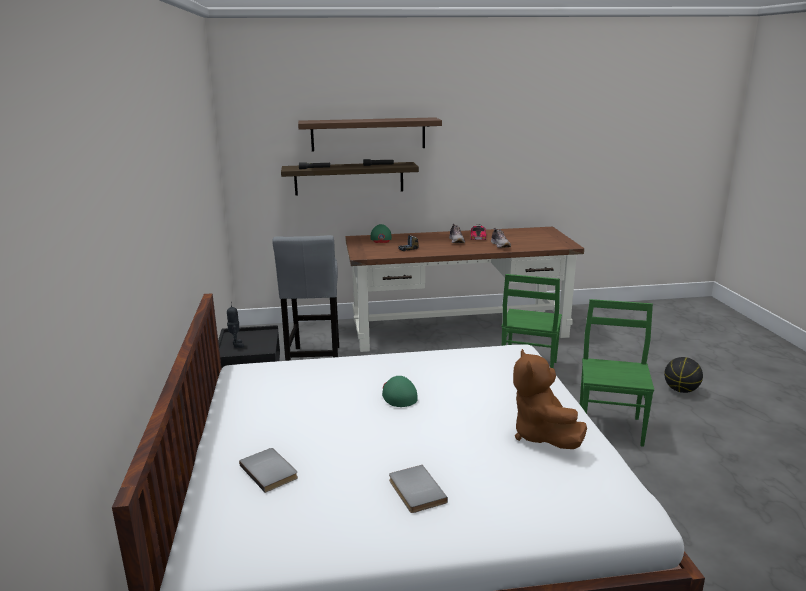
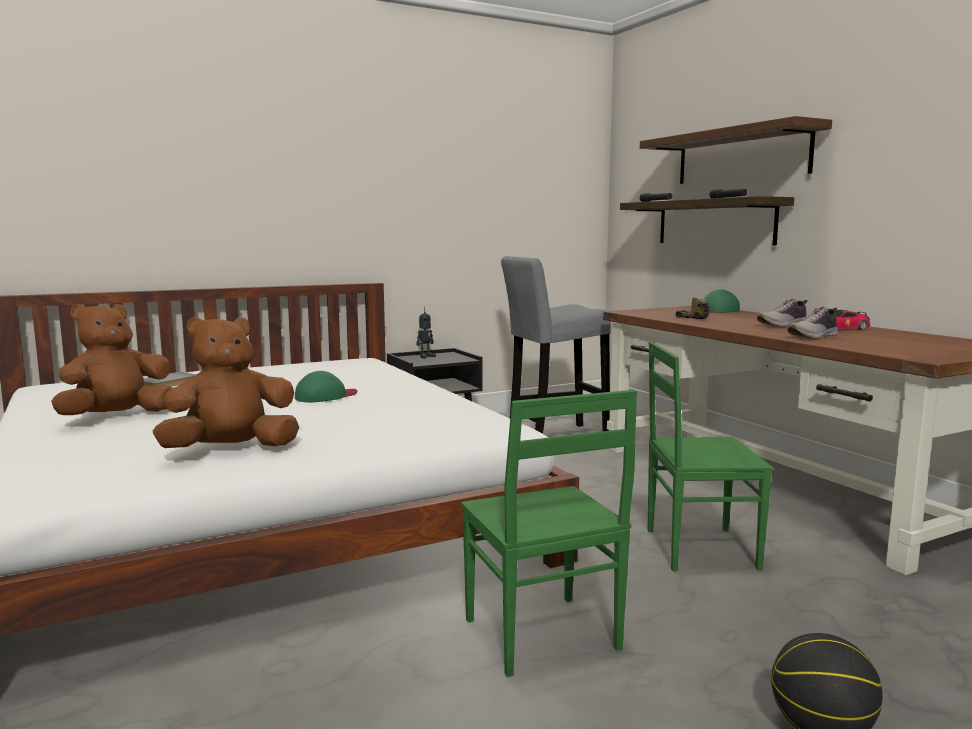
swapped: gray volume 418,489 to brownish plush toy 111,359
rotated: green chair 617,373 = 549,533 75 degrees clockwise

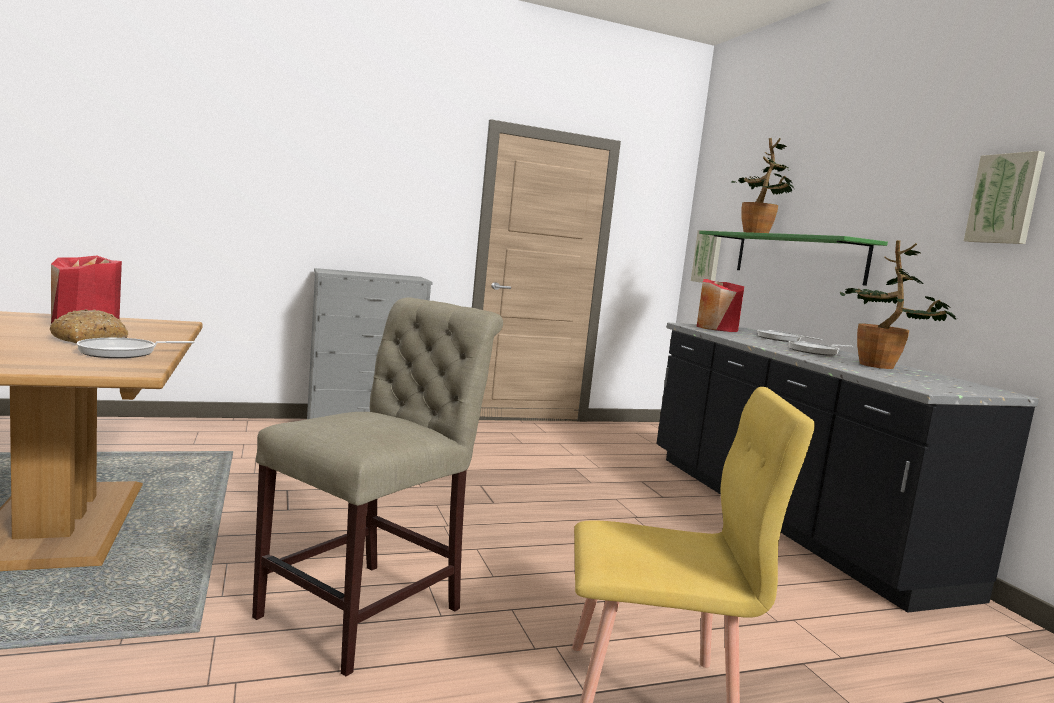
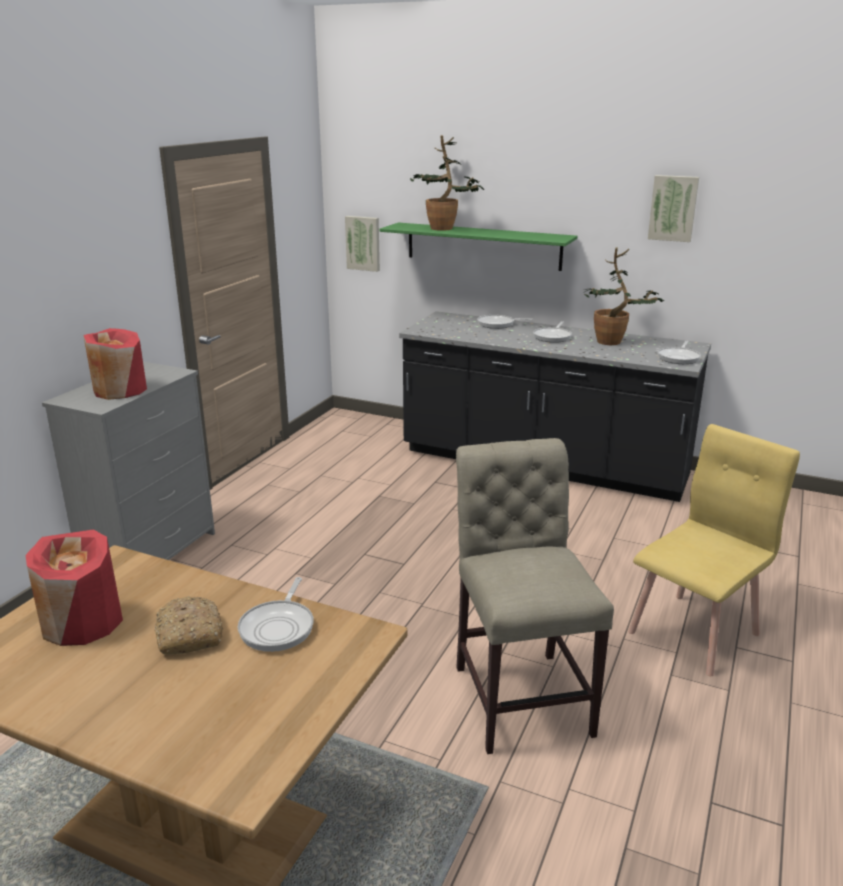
new: frying pan 679,352
shifted: red-coloured vase 720,305 to 115,364

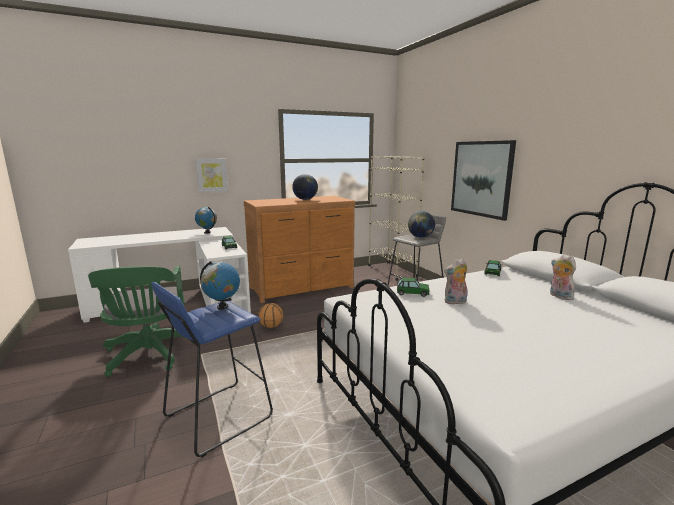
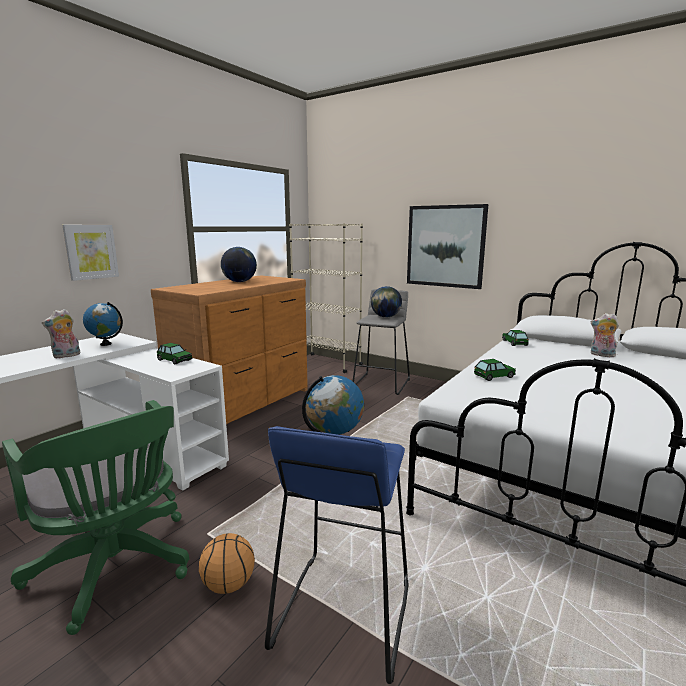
shifted: plush toy 455,281 to 61,334; ball for basketball 270,315 to 227,563

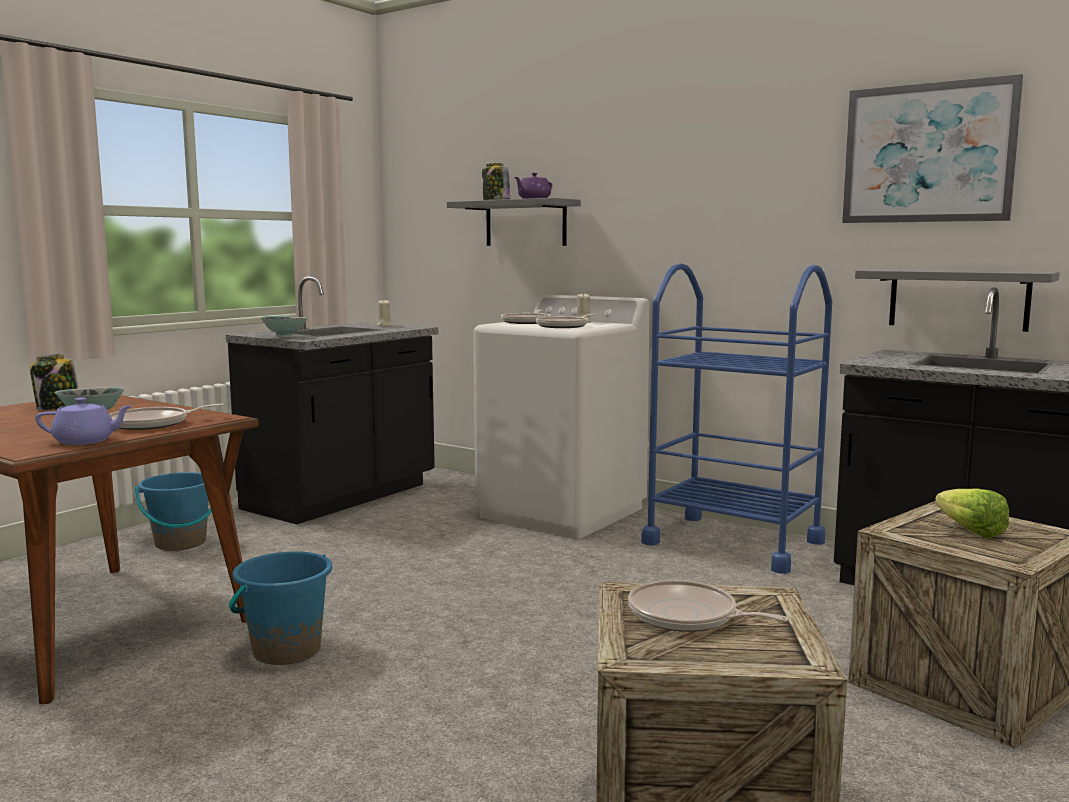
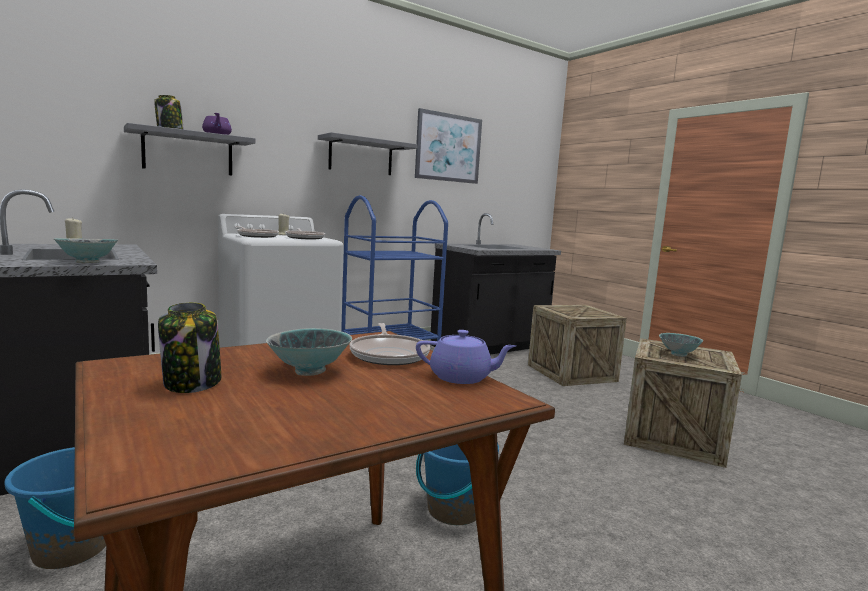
gone: head of lettuce 972,513
shifted: gray shelf 957,300 to 368,153
swapped: frying pan 708,606 to serving bowl 681,345
rotated: purple-coloured teapot 84,421 = 466,357 90 degrees clockwise

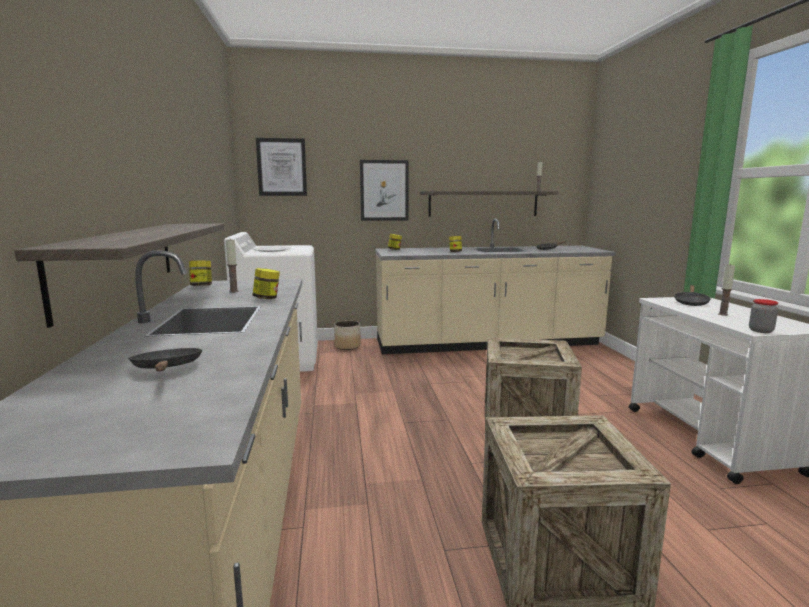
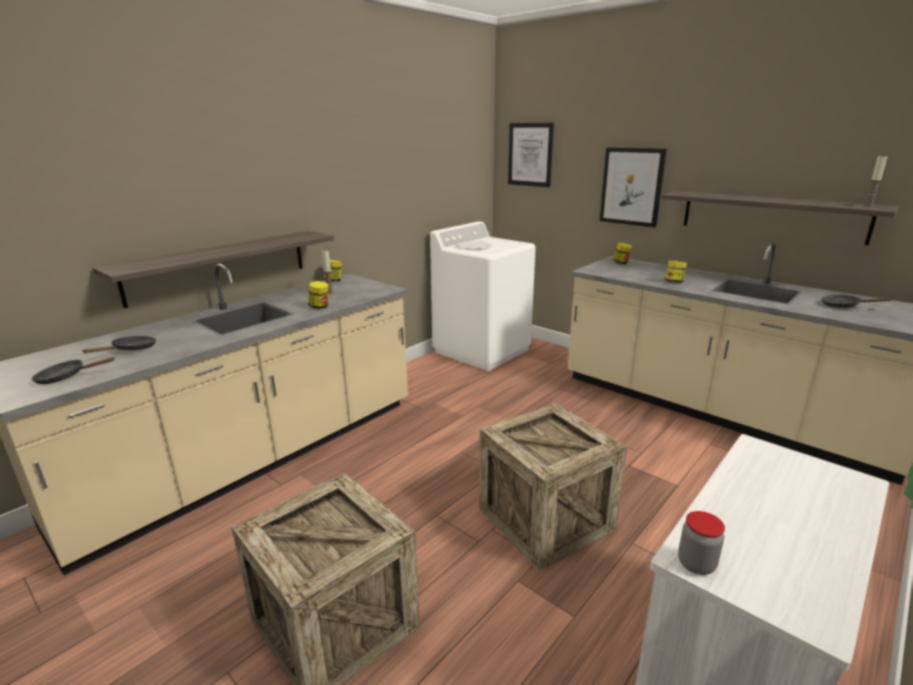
gone: wax light 726,290; planter 347,335
shifted: black frying pan 692,295 to 73,370

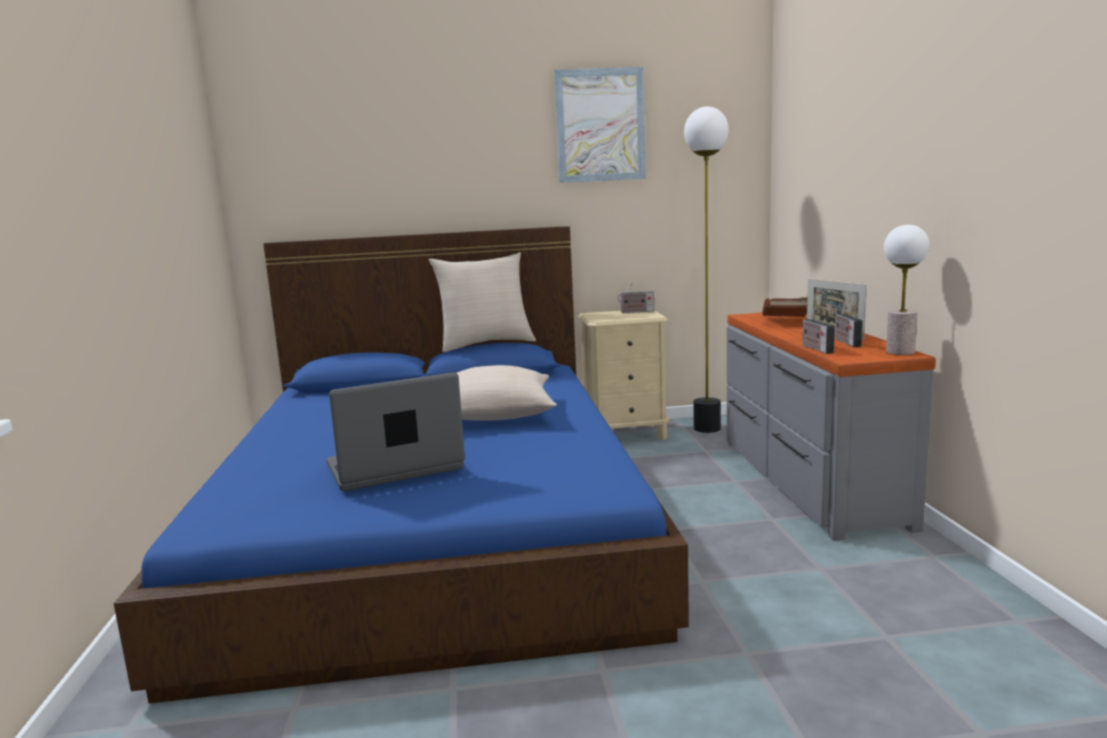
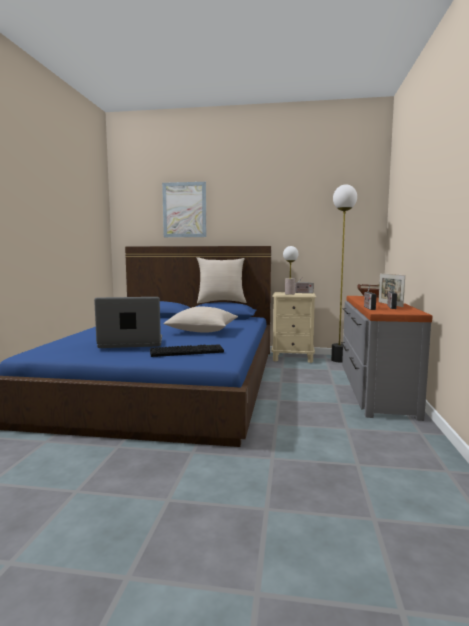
new: computer keyboard 187,350
shifted: wall art 600,125 to 184,209; lamp for a table 906,290 to 291,270

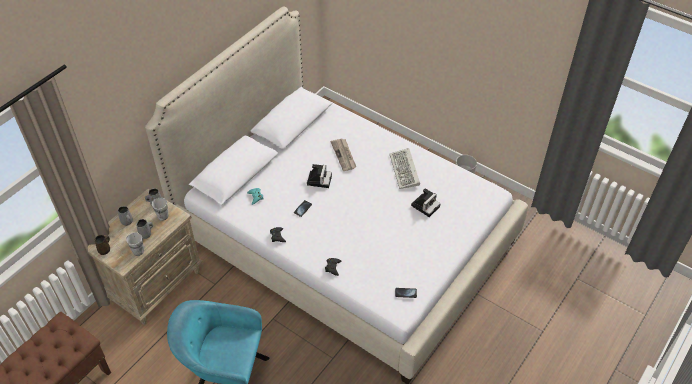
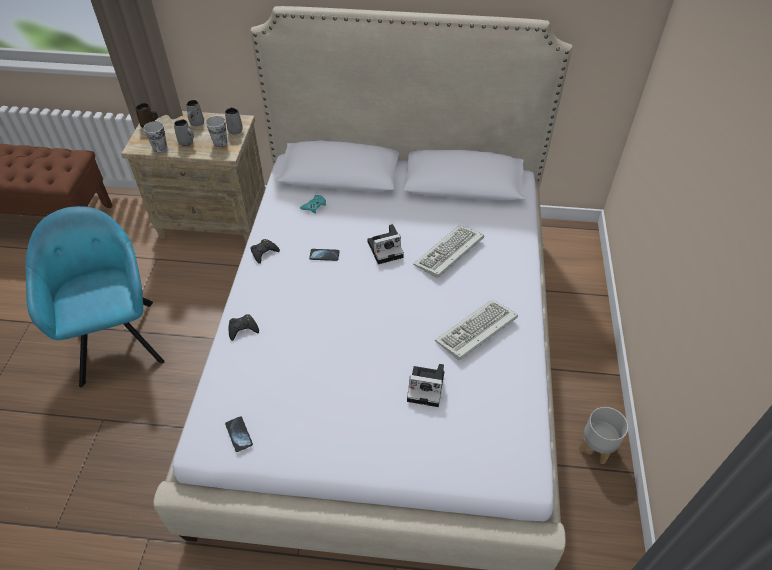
swapped: newspaper 343,154 to computer keyboard 448,251

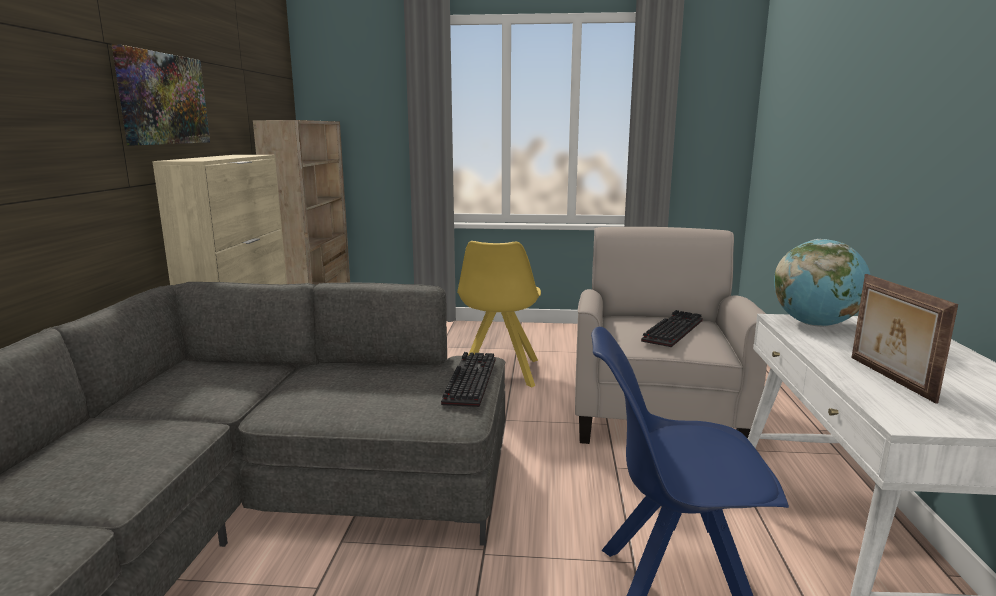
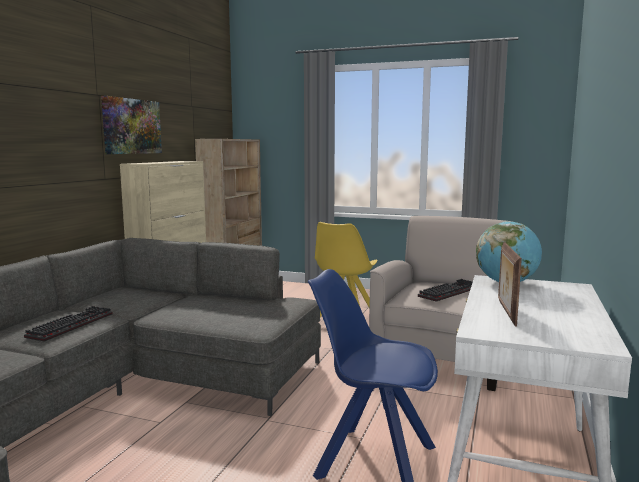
shifted: computer keyboard 468,379 to 68,324

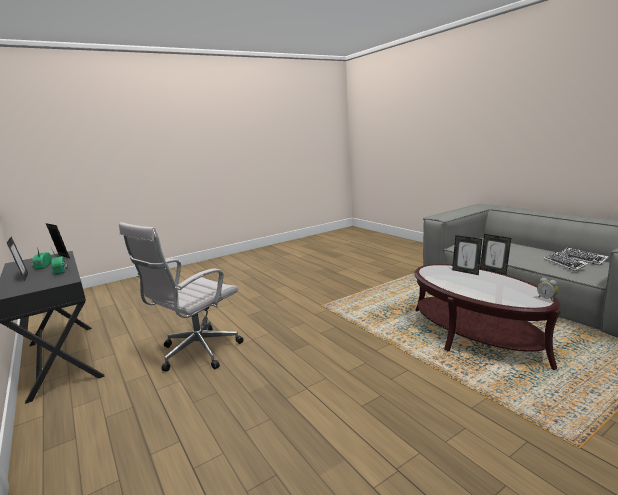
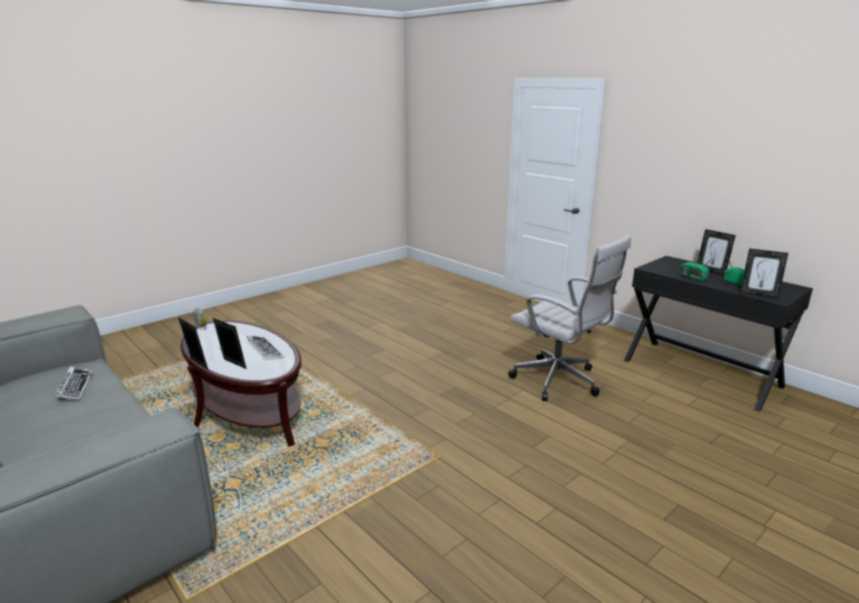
shifted: computer keyboard 585,256 to 265,346
rotated: white desk chair 181,296 = 569,318 105 degrees clockwise

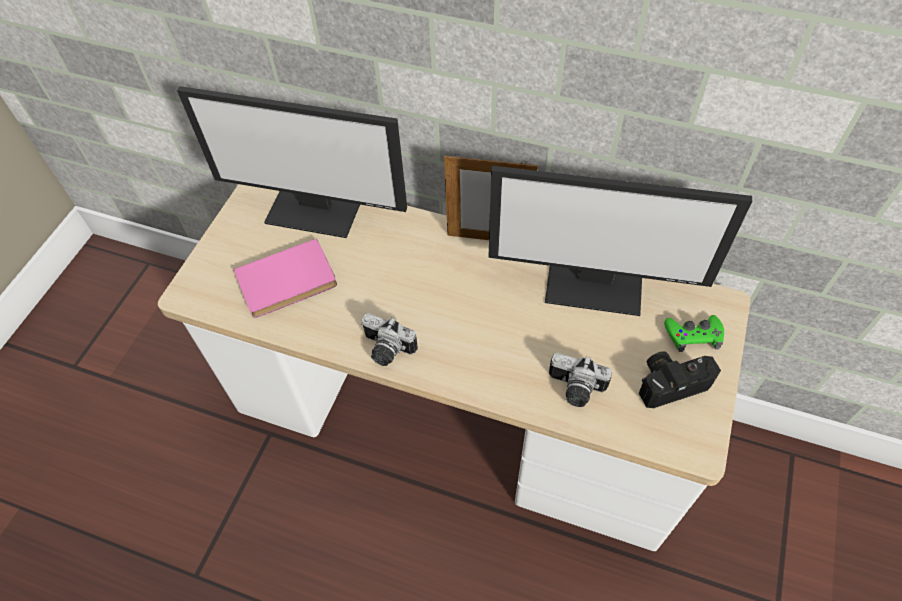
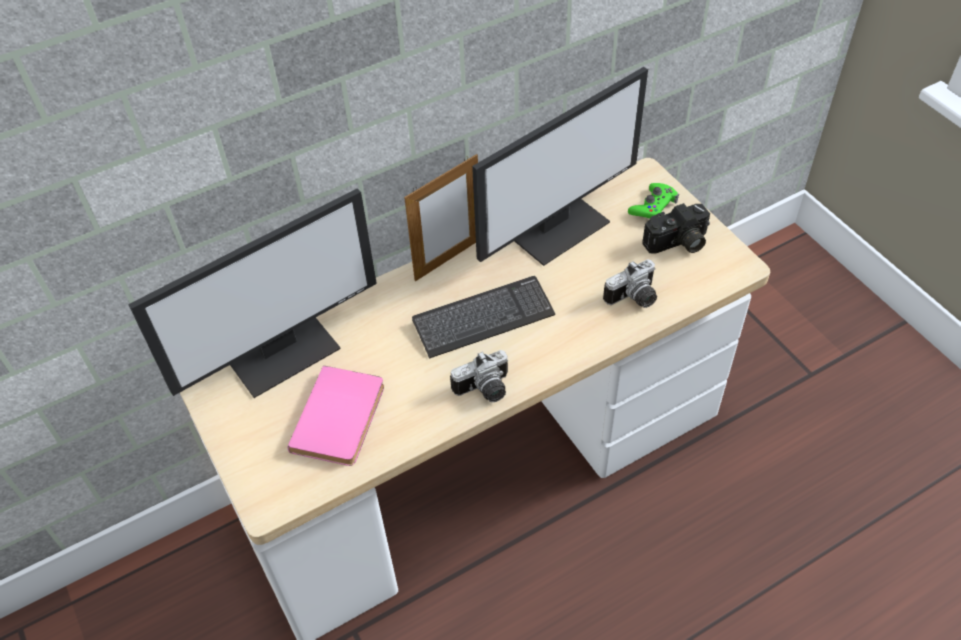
new: computer keyboard 483,317
rotated: still camera 680,379 = 676,228 135 degrees counterclockwise

